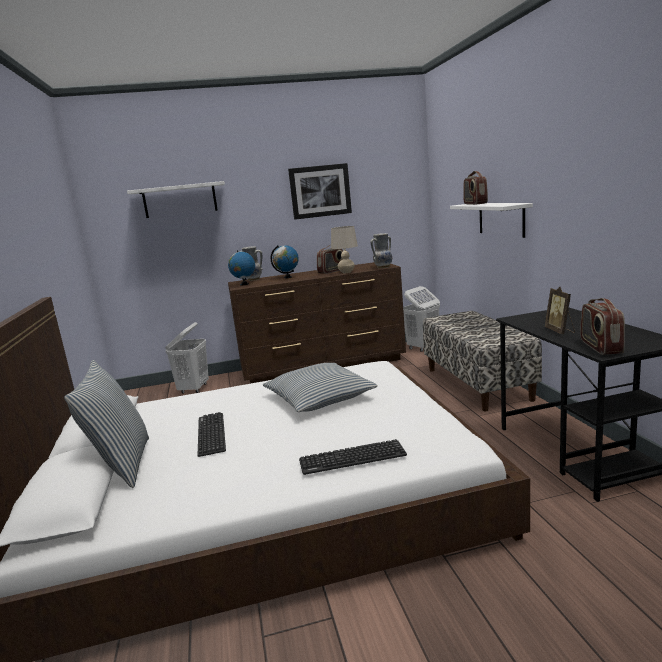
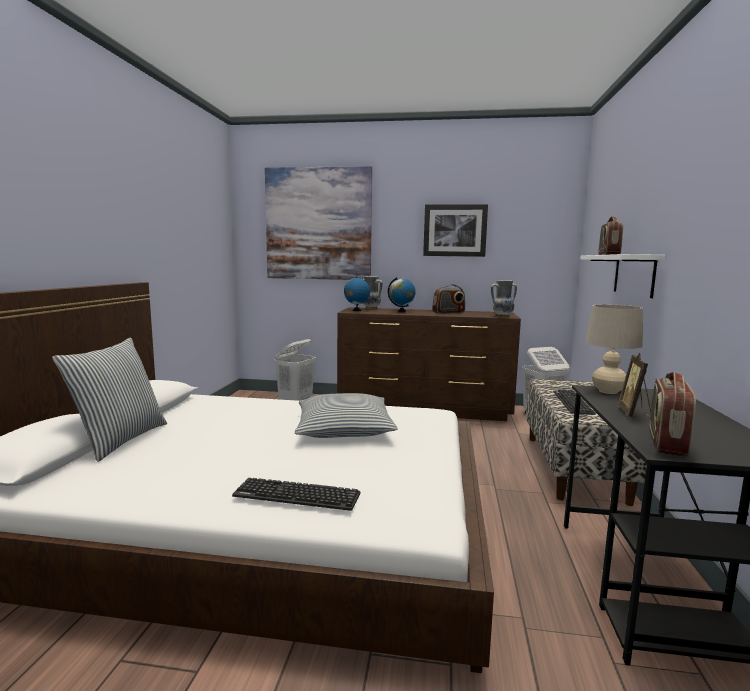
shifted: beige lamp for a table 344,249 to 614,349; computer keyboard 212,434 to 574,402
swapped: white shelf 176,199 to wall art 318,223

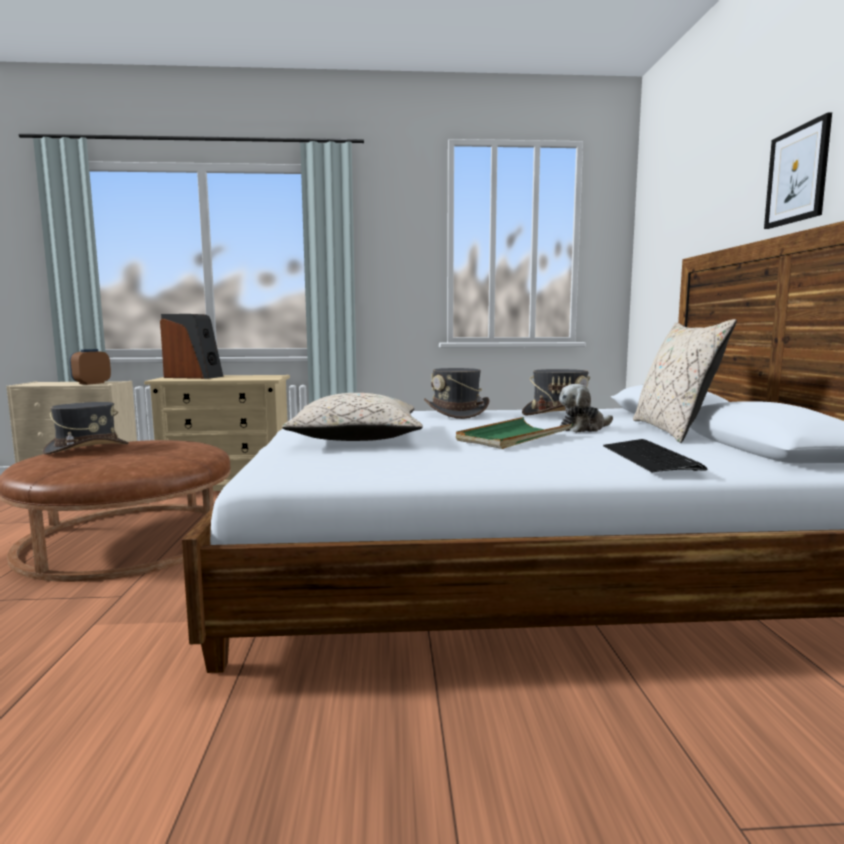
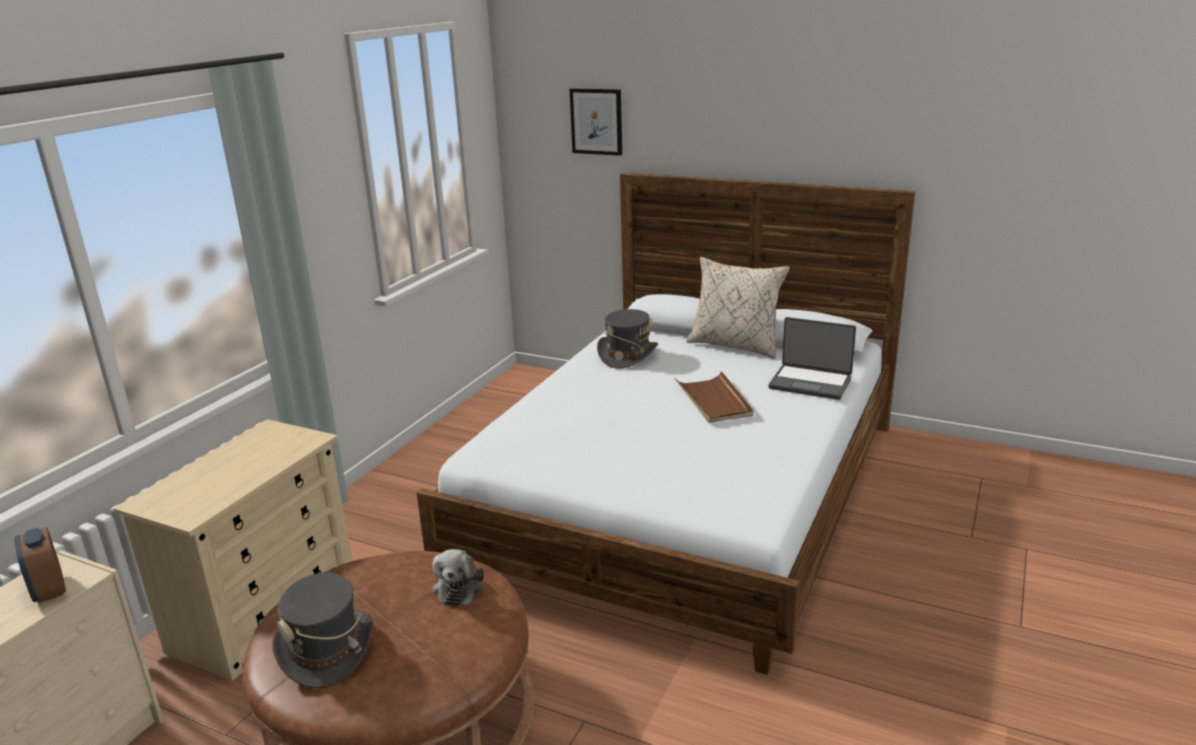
gone: audio speaker 191,346; gray clothing hat 456,393; beige cushion 352,417
shifted: wall art 798,171 to 596,122; plush toy 586,408 to 458,577
swapped: computer keyboard 655,455 to laptop 812,358
repainted: green tray 514,433 to brownish tray 714,397

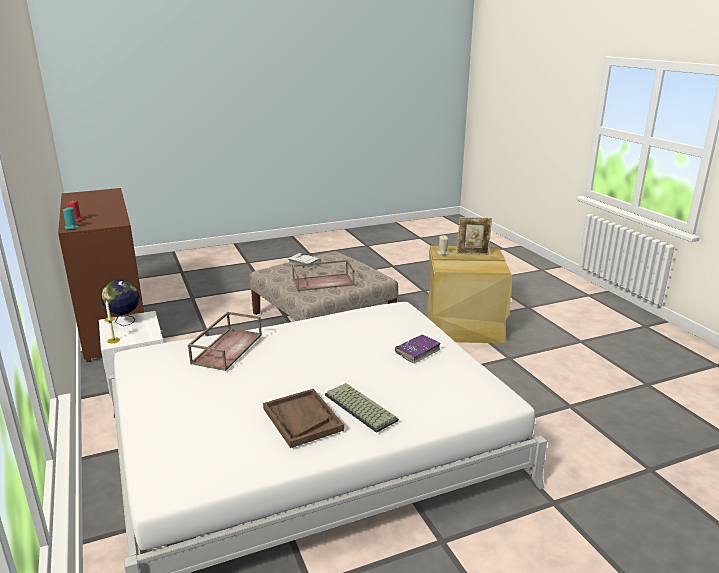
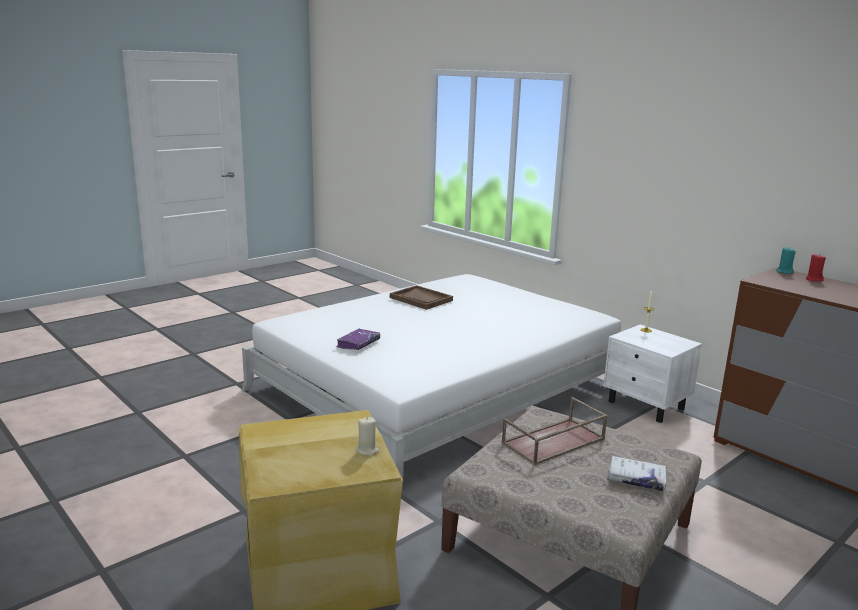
gone: photo frame 474,236; desk globe 120,302; brownish tray 225,341; computer keyboard 362,408

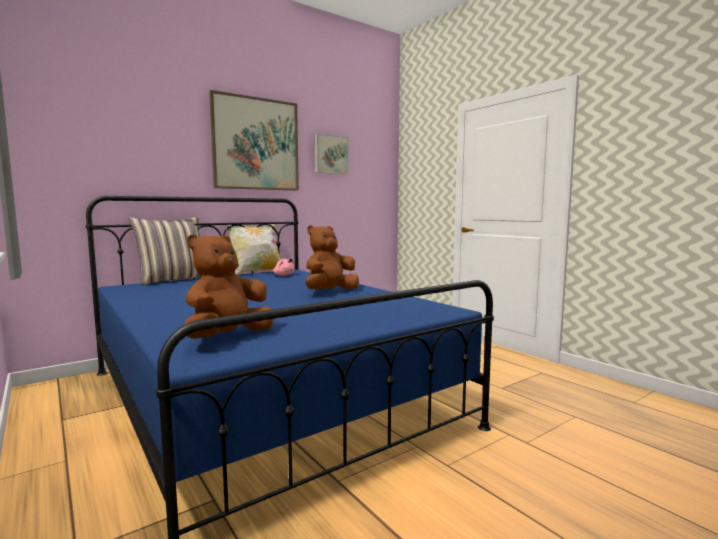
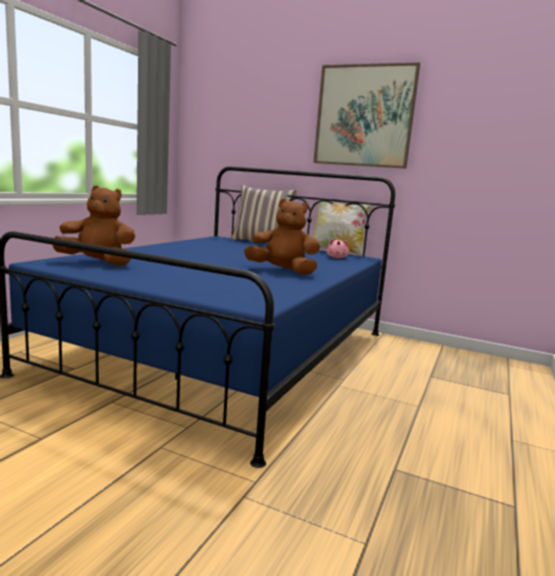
gone: wall art 331,154

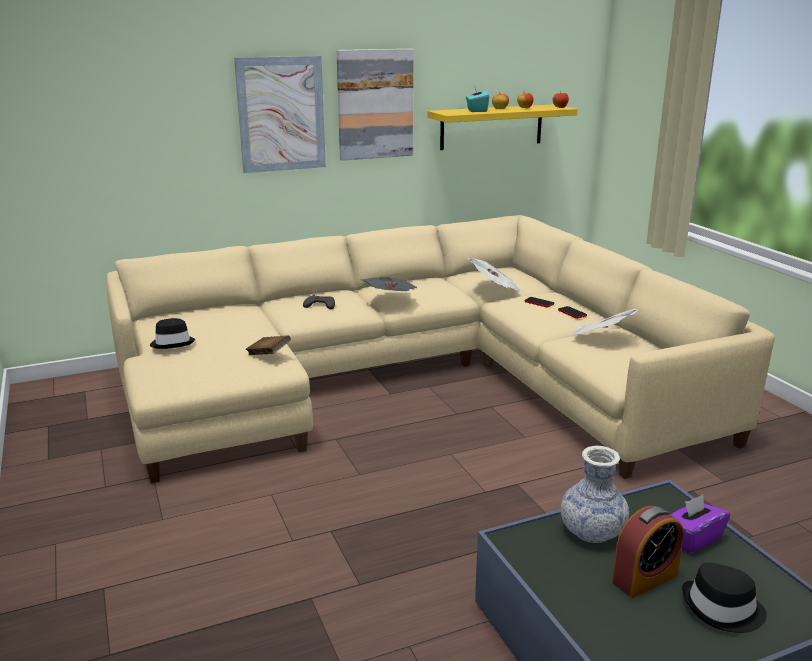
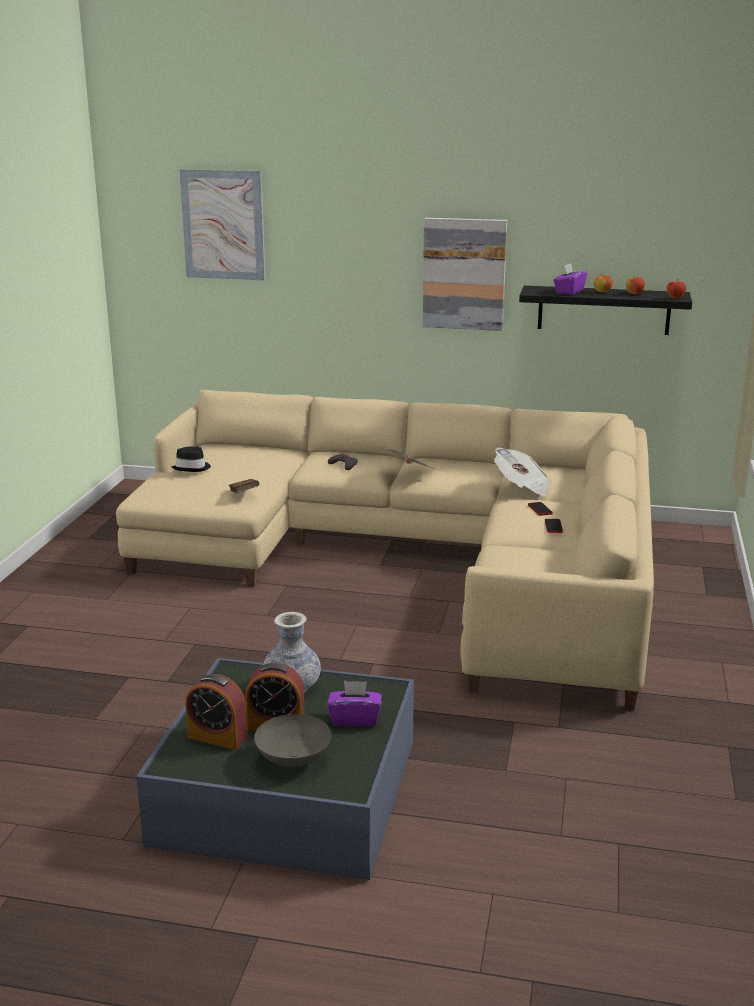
gone: newspaper 605,322
new: table clock 217,712
shifted: wall art 280,114 to 222,224
swapped: black clothing hat 724,598 to gray serving bowl 292,740
repainted: turquoise-coloured tissue holder 478,98 to purple-coloured tissue holder 570,279; yellowish shelf 502,127 to black shelf 605,310

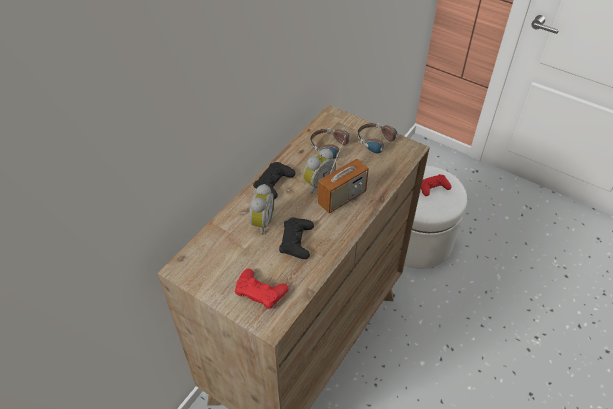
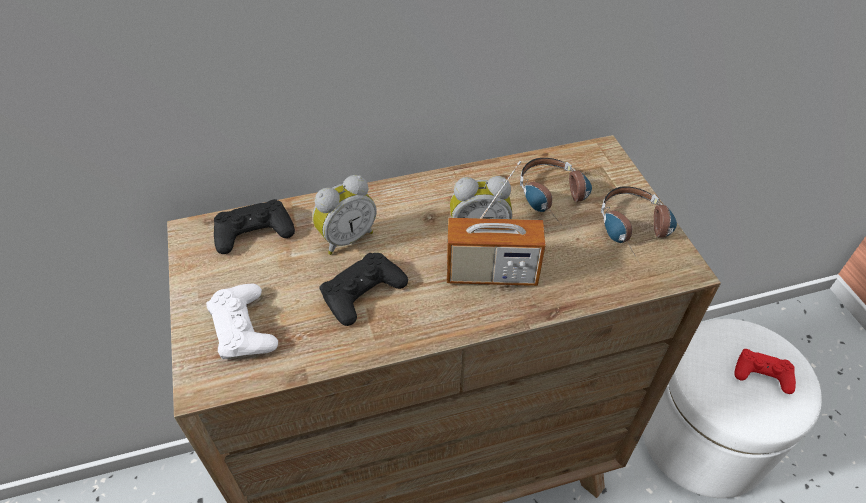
shifted: black game controller 274,180 to 254,226
repainted: red-coloured game controller 262,289 to white game controller 242,321

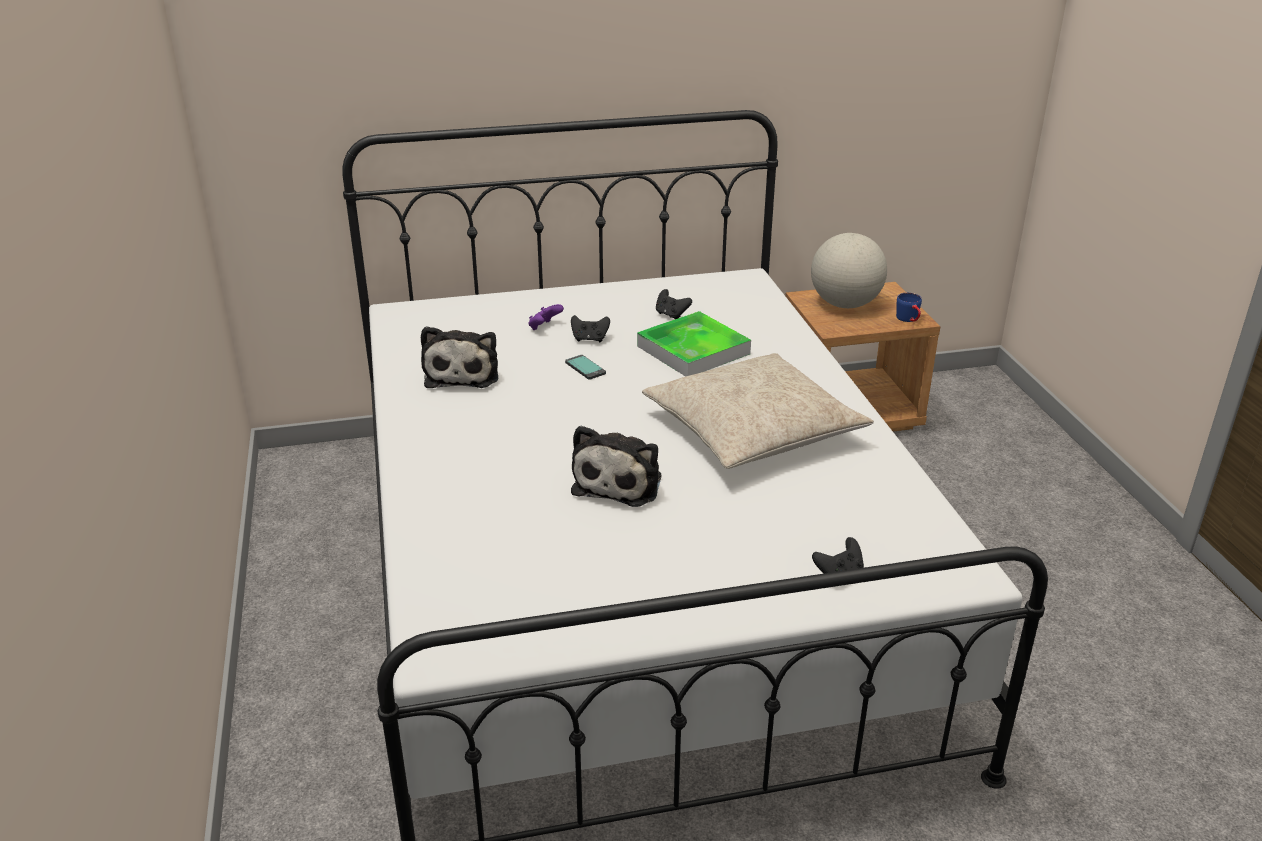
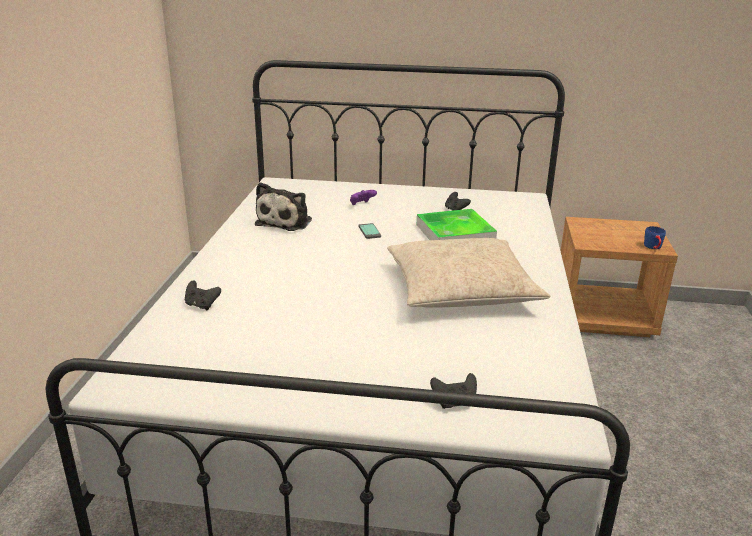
gone: desk globe 849,270; plush toy 616,466
shifted: black game controller 590,328 to 203,295

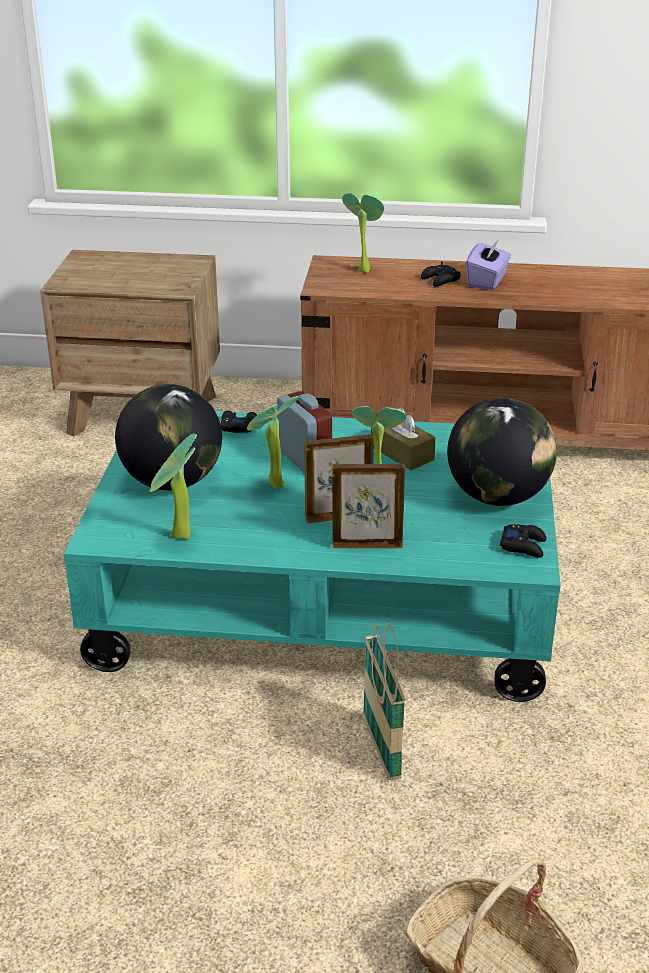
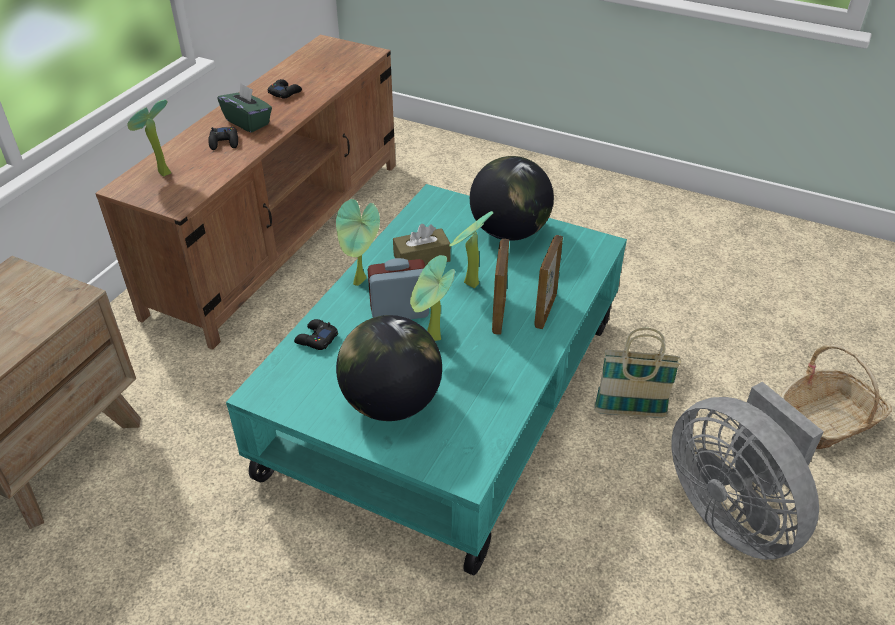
new: gray electric fan 747,471
shifted: potted plant 173,486 to 358,242; black game controller 523,541 to 285,89
repainted: purple-coloured tissue holder 488,264 to green tissue holder 245,107

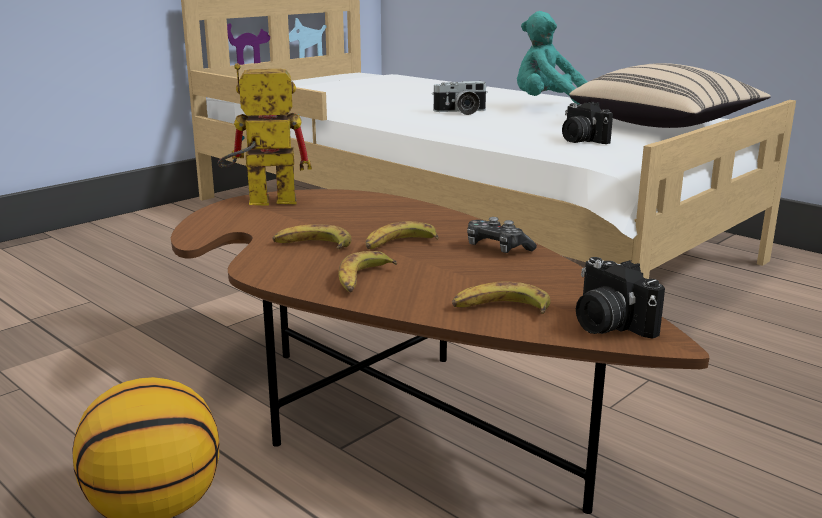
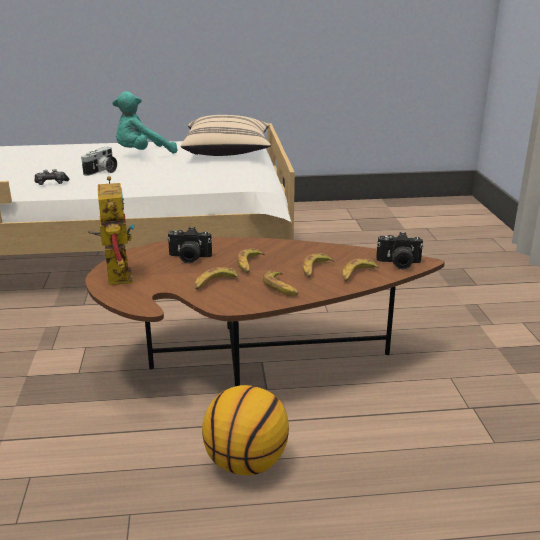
new: banana 318,265
shifted: still camera 587,123 to 189,245; game controller 502,235 to 52,177
rotated: robot figure 265,134 = 111,230 135 degrees clockwise

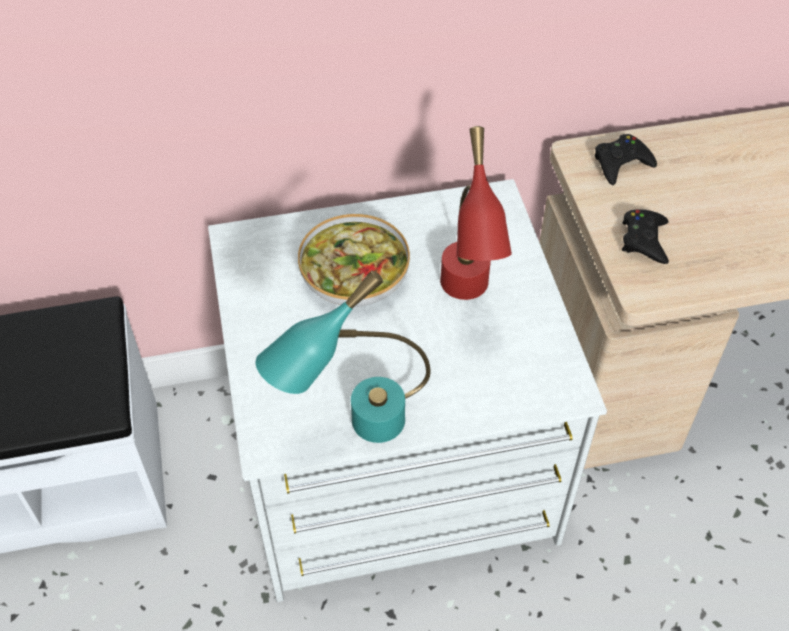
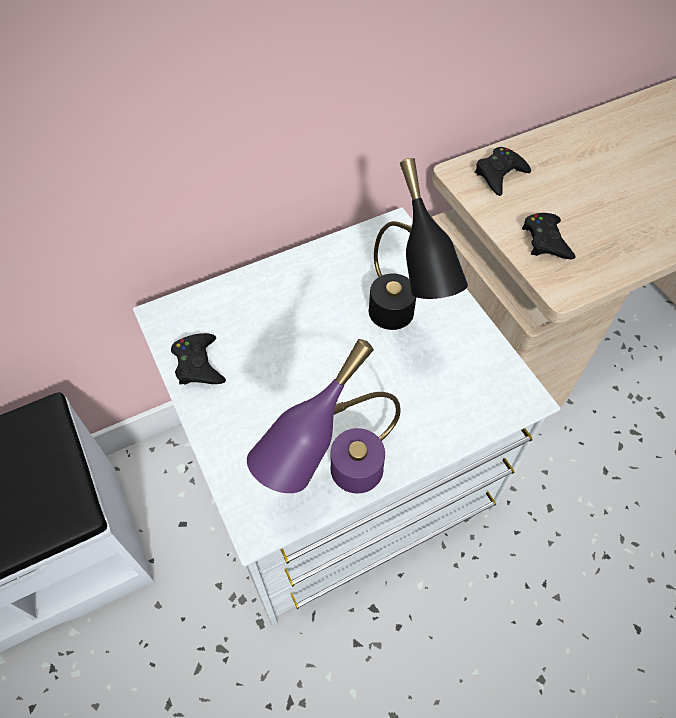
gone: serving bowl 354,260
new: black game controller 198,359
repainted: red-coloured lamp for a table 476,213 to black lamp for a table 418,244; turquoise-coloured lamp for a table 343,356 to purple-coloured lamp for a table 323,416

